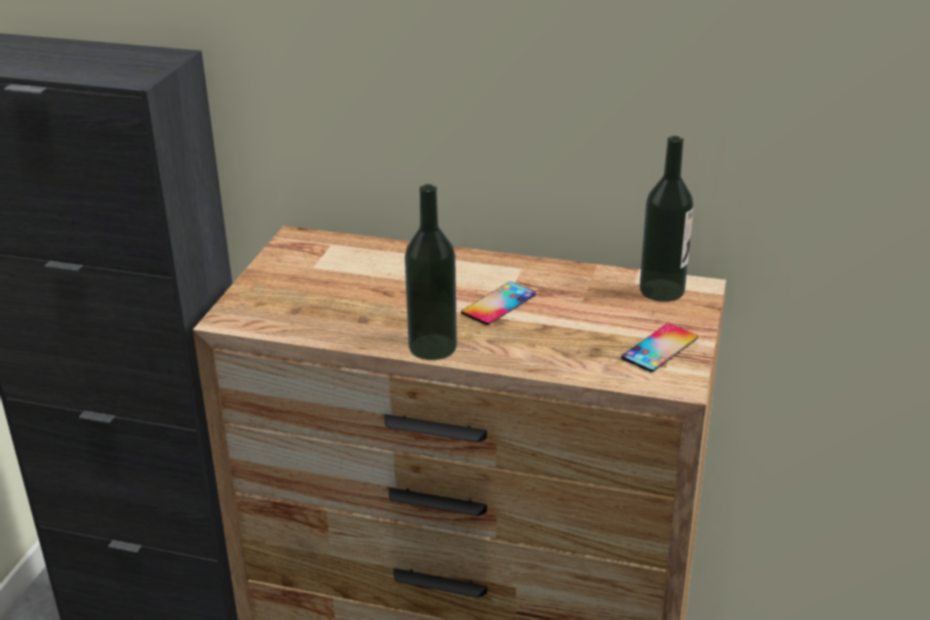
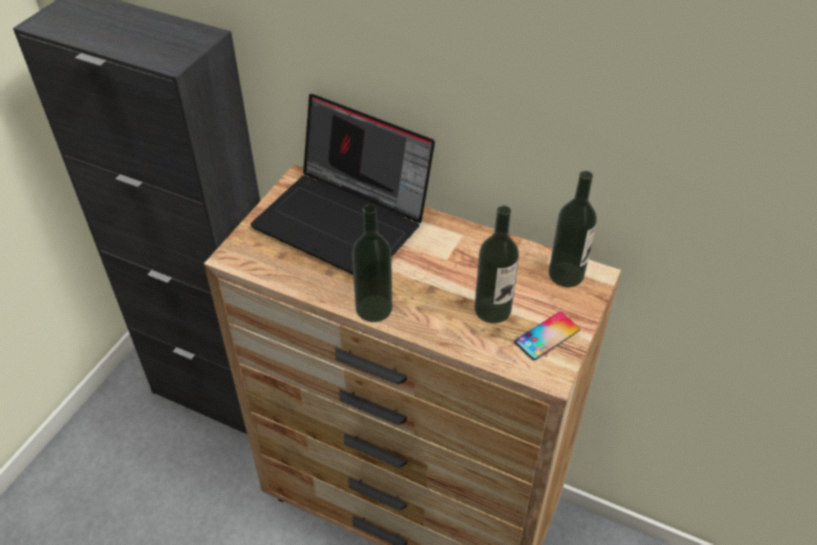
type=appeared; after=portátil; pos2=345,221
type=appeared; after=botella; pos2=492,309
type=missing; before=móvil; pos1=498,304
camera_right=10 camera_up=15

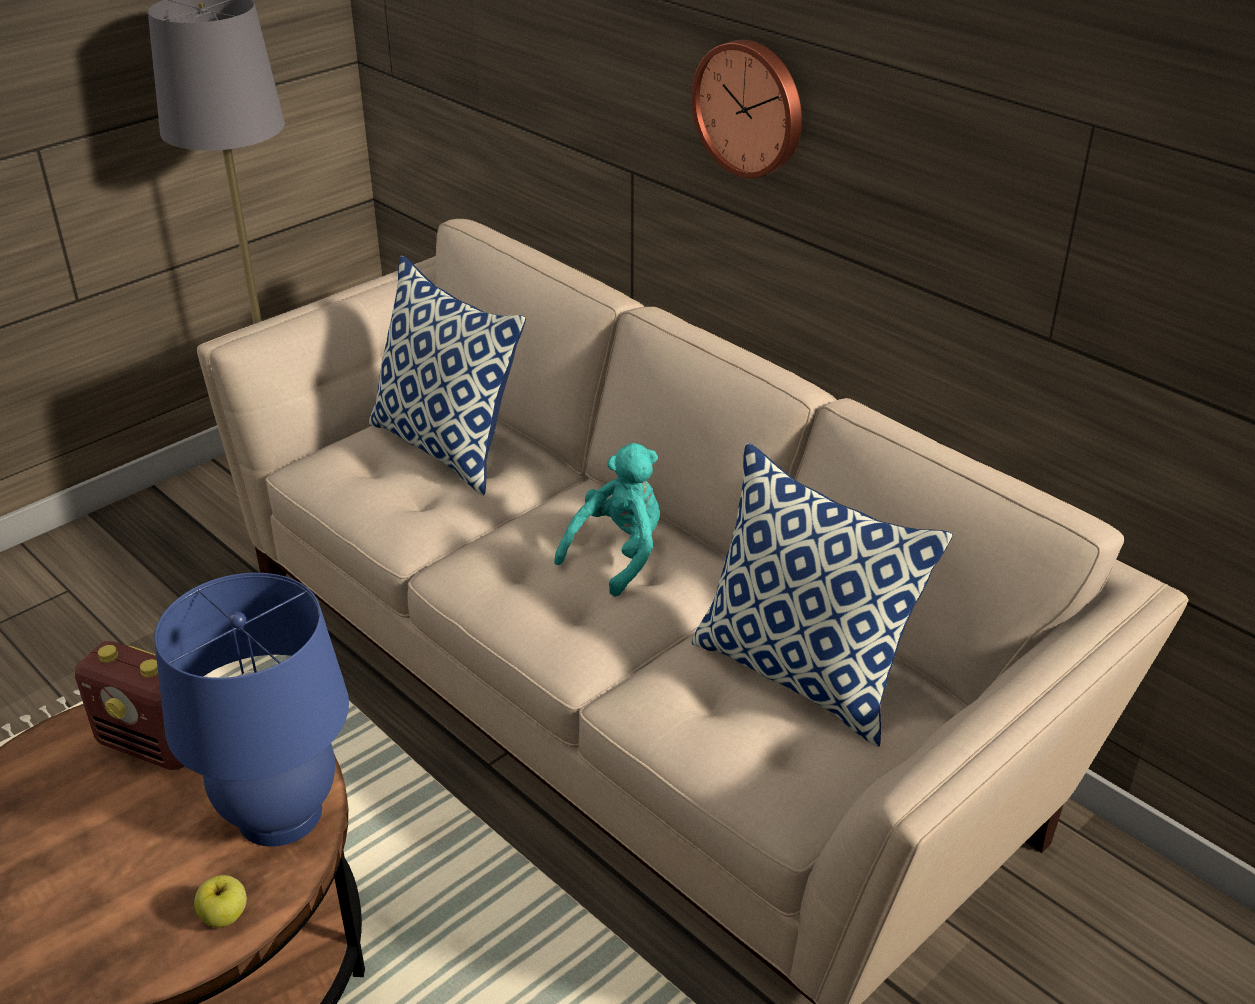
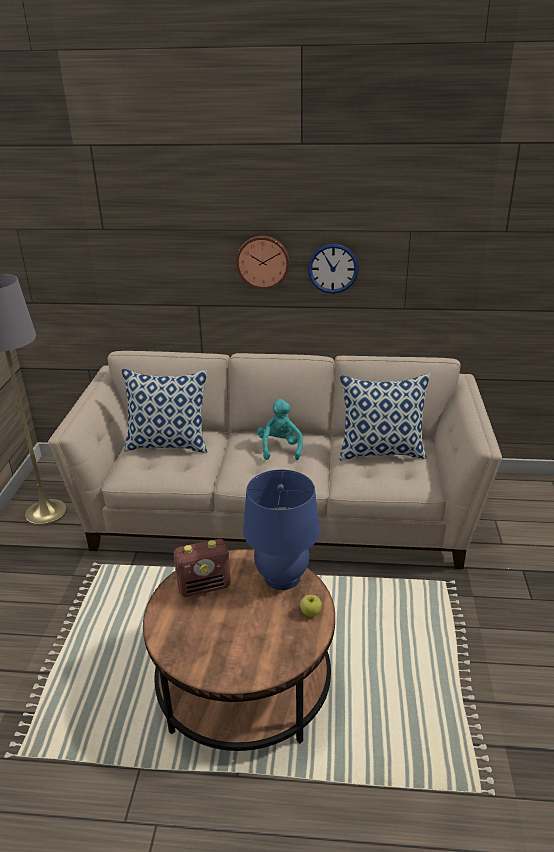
type=appeared; after=reloj de pared; pos2=333,268
camera_right=-40 camera_up=-5

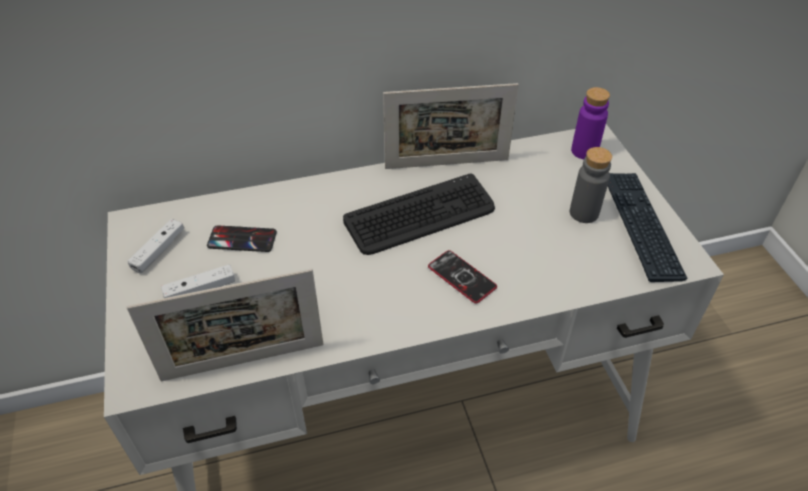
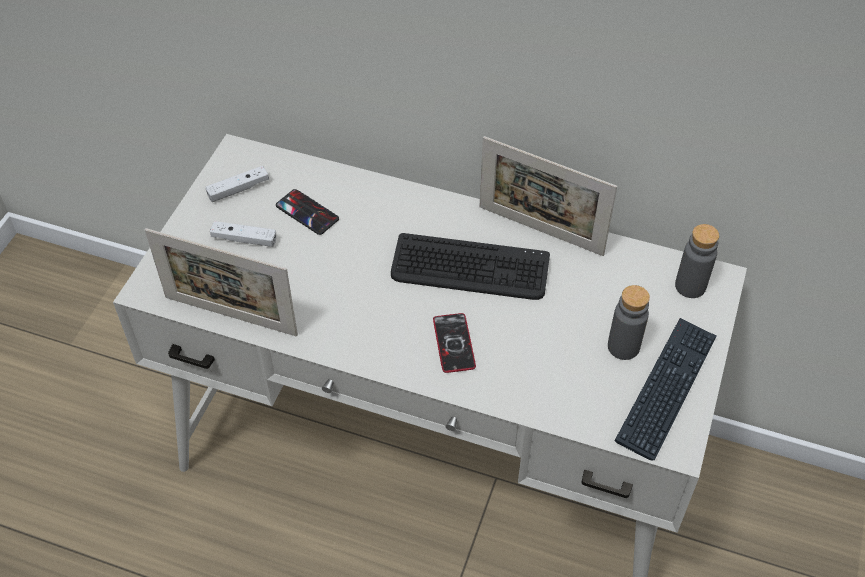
type=colour; before=botella [morado]; after=botella [gris]; pos1=584,151; pos2=690,286
camera_right=35 camera_up=5

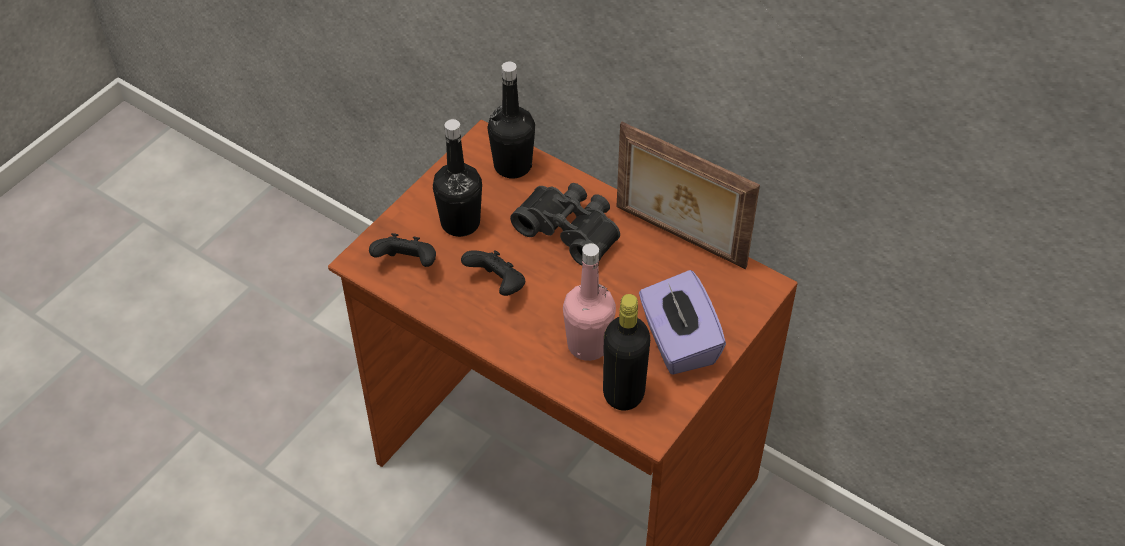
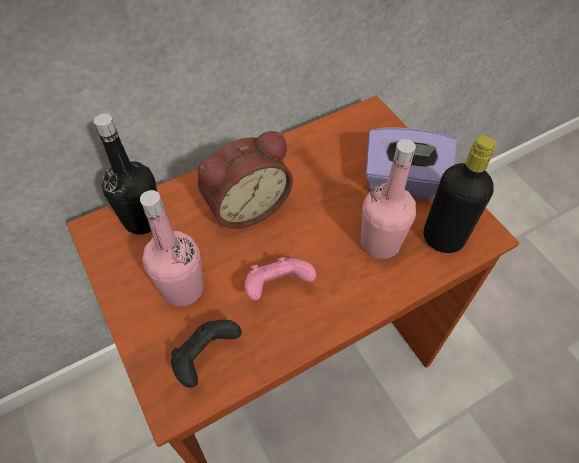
type=colour; before=botella [negro]; after=botella [rosa]; pos1=460,223; pos2=182,288
type=exchanged; before=prismáticos [negro]; after=despertador; pos1=571,229; pos2=246,206
type=colour; before=mando de consola [negro]; after=mando de consola [rosa]; pos1=497,285; pos2=277,286
type=missing; before=portarretratos; pos1=679,238
camera_right=-65 camera_up=5

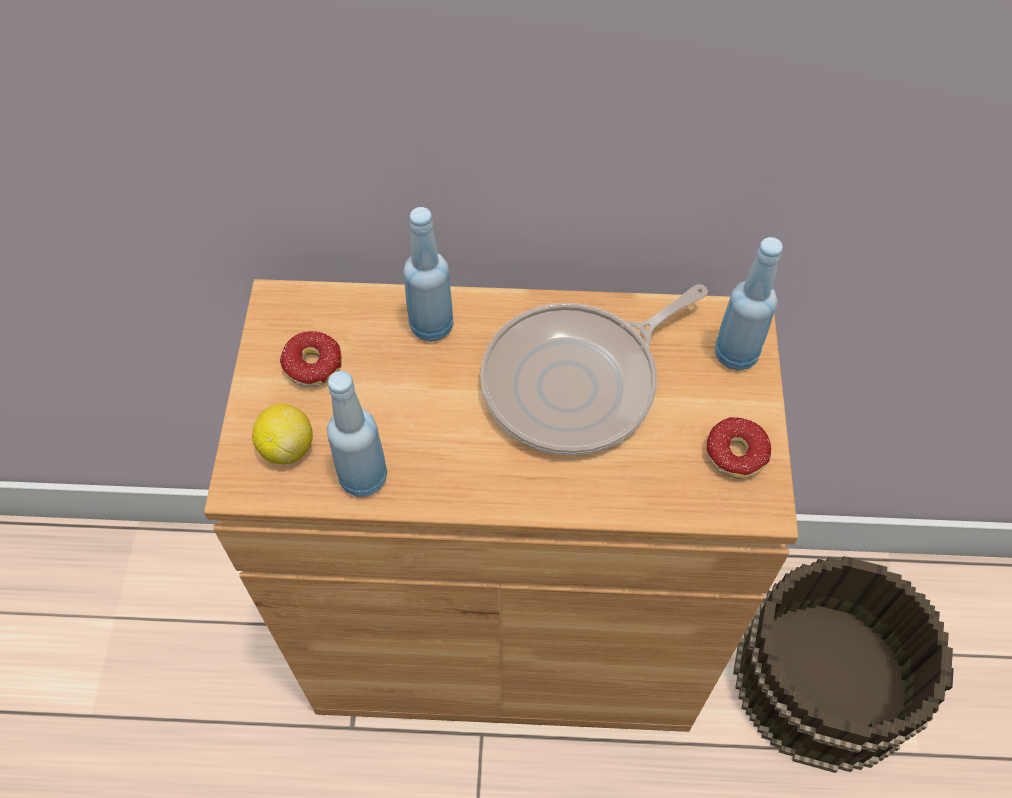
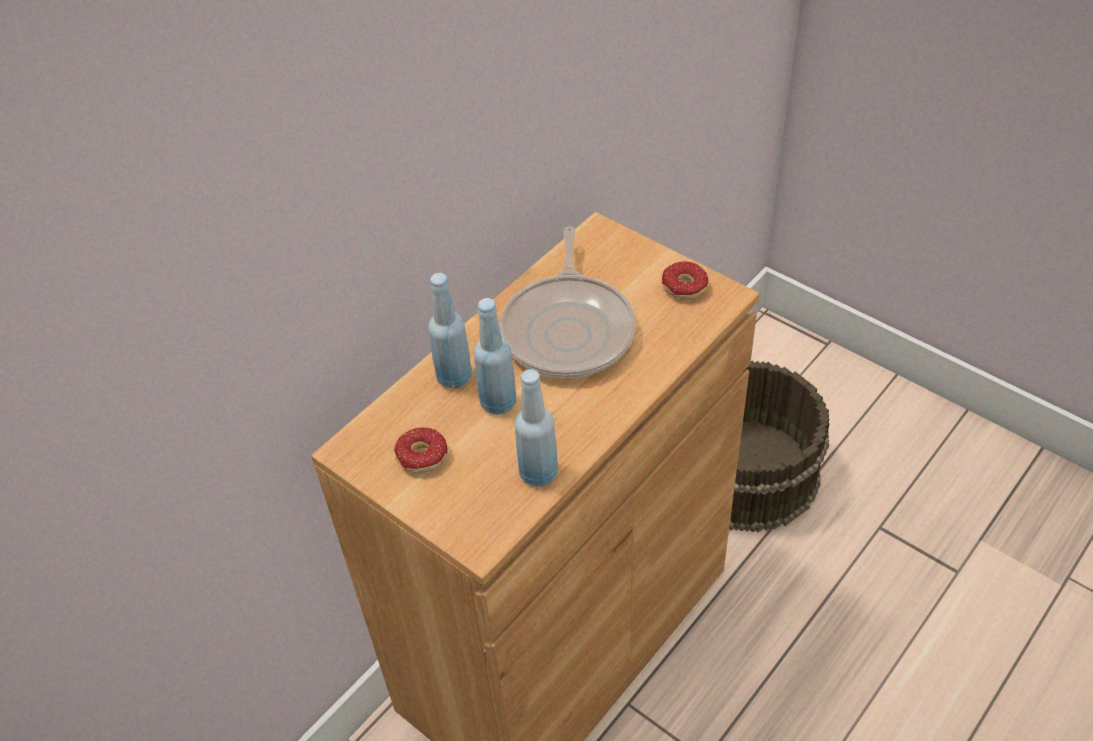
type=relocated; before=botella [azul]; pos1=736,354; pos2=498,402
type=missing; before=limón; pos1=287,447
camera_right=-50 camera_up=-10

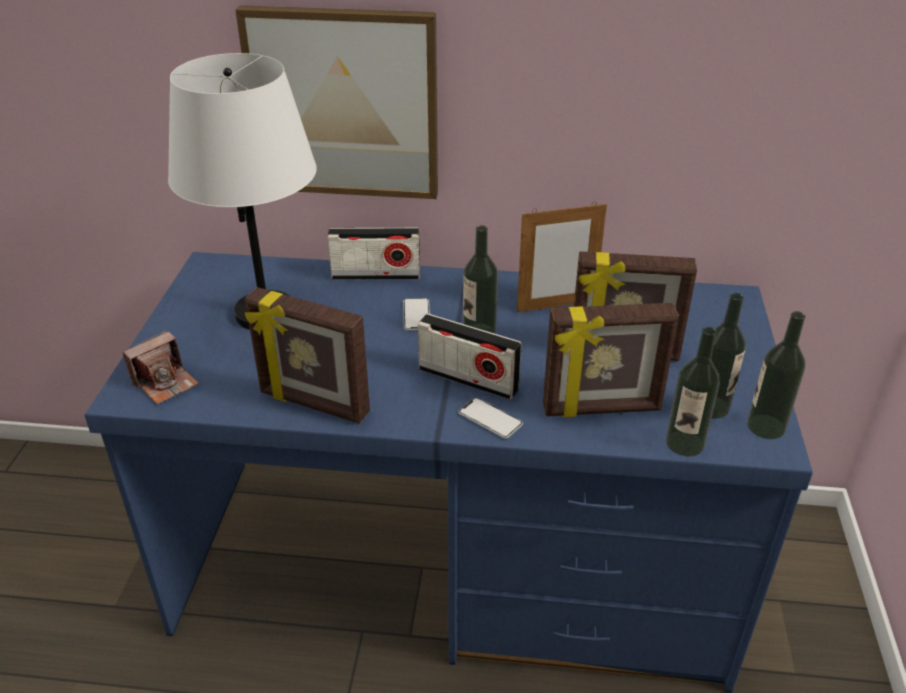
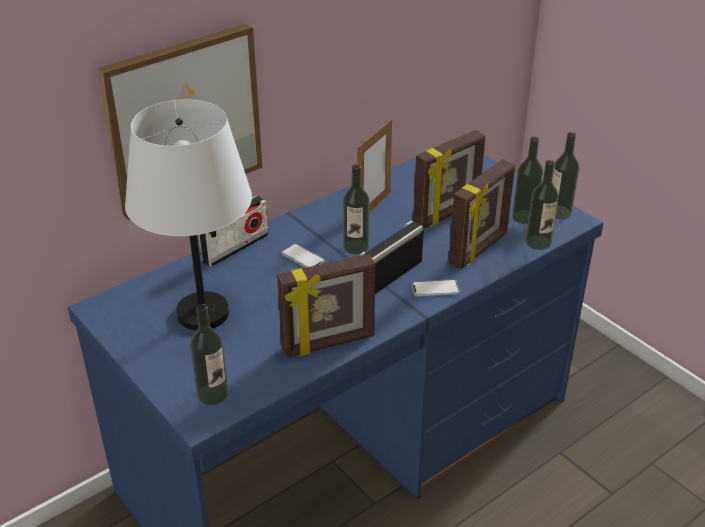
type=exchanged; before=cámara; after=botella; pos1=165,383; pos2=212,394
type=spun; before=radio; pos1=468,379; pos2=391,275; turn=150
camera_right=-45 camera_up=0

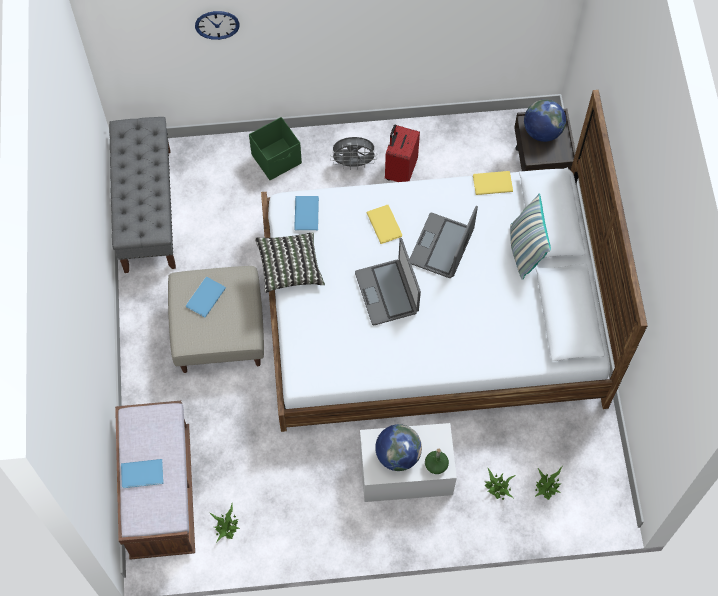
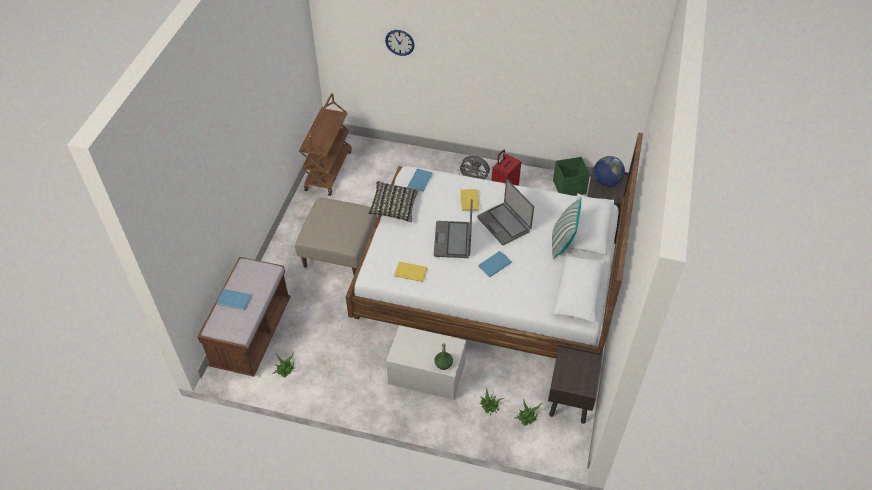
type=exchanged; before=banco [gris]; after=carrito [marrón]; pos1=147,209; pos2=328,170
type=relocated; before=libro [amarillo]; pos1=491,182; pos2=410,271
type=spun; before=portátil; pos1=442,246; pos2=504,224; turn=-75
type=relocated; before=libro [azul]; pos1=204,297; pos2=493,264
type=appeared; after=mesita de noche [marrón]; pos2=570,399
type=relocated; before=caja de almacenaje [verde]; pos1=277,159; pos2=569,187
type=missing; before=globo terráqueo; pos1=397,455
camera_right=20 camera_up=-15

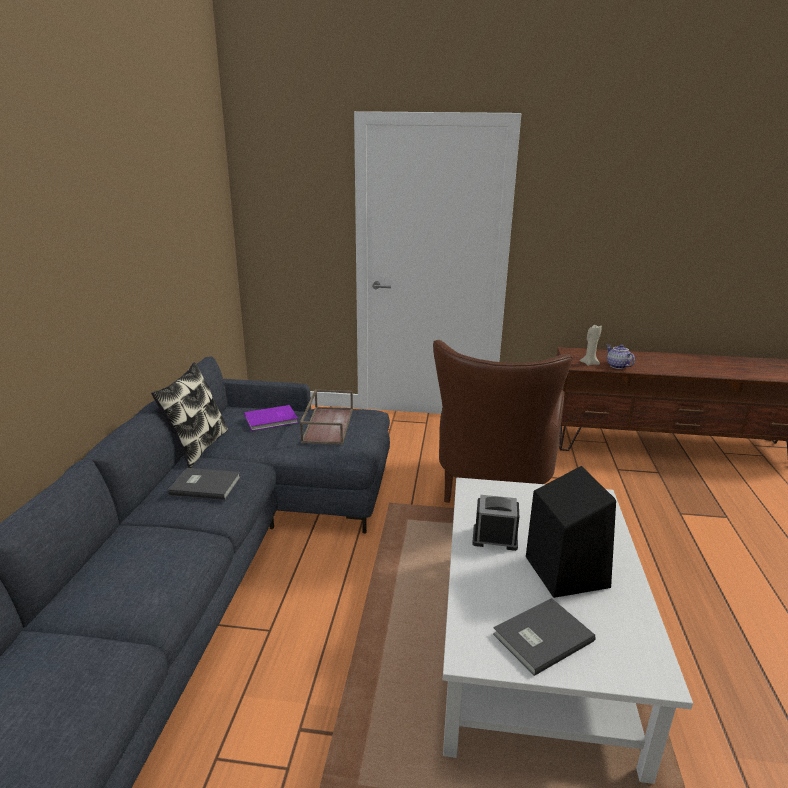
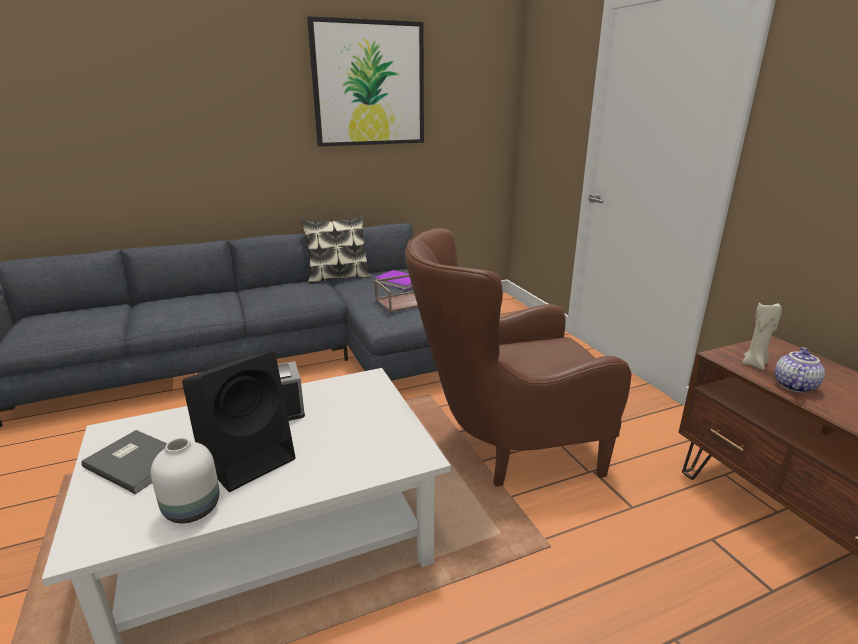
type=appeared; after=florero [blanco]; pos2=193,507
type=appeared; after=cuadro; pos2=369,84
type=missing; before=libro [gris]; pos1=205,485
camera_right=60 camera_up=0

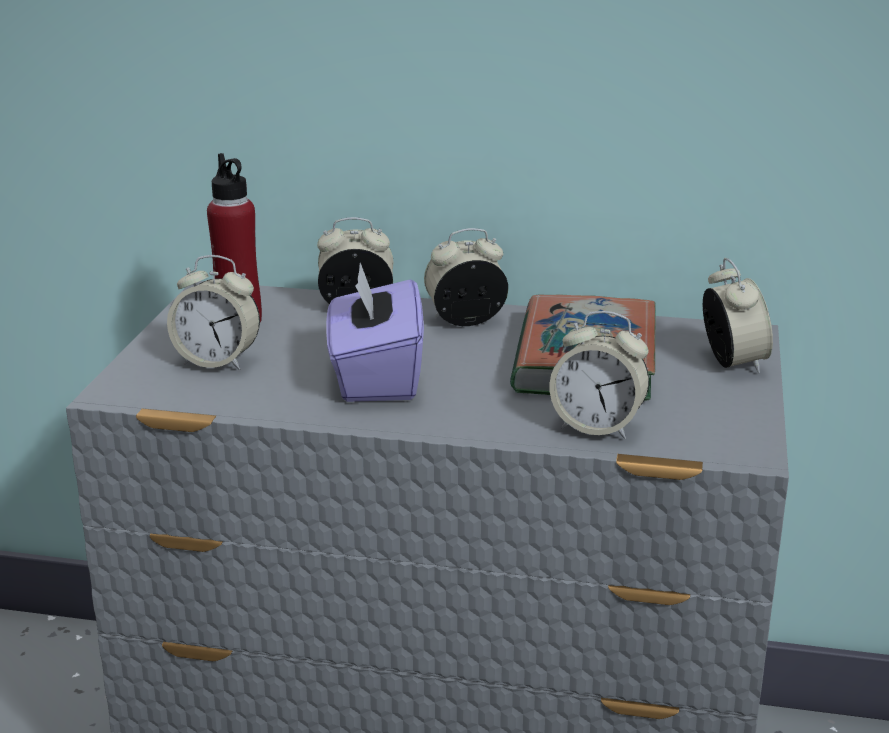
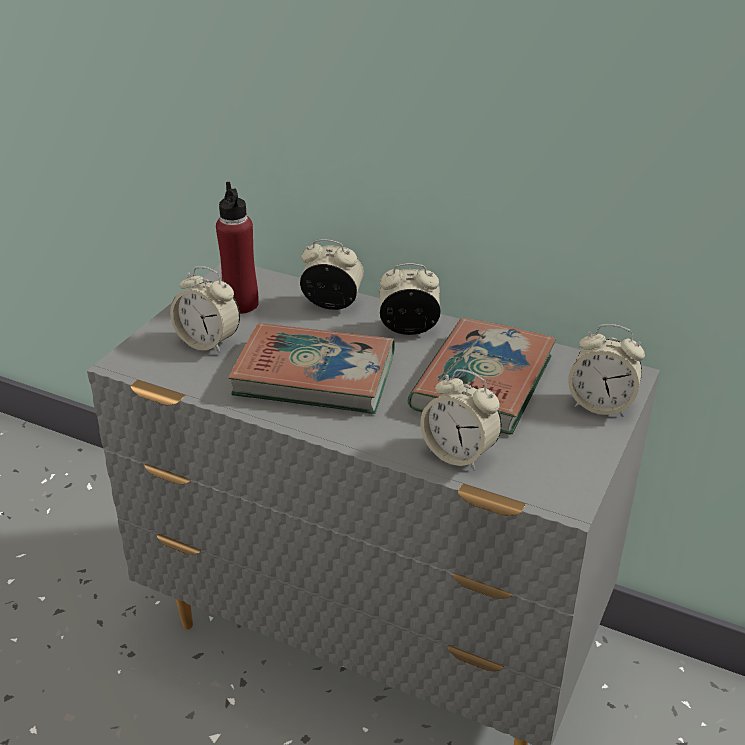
type=exchanged; before=caja de pañuelos [morado]; after=libro; pos1=375,377; pos2=315,376
type=spun; before=despertador; pos1=732,362; pos2=600,405; turn=105
camera_right=15 camera_up=10

